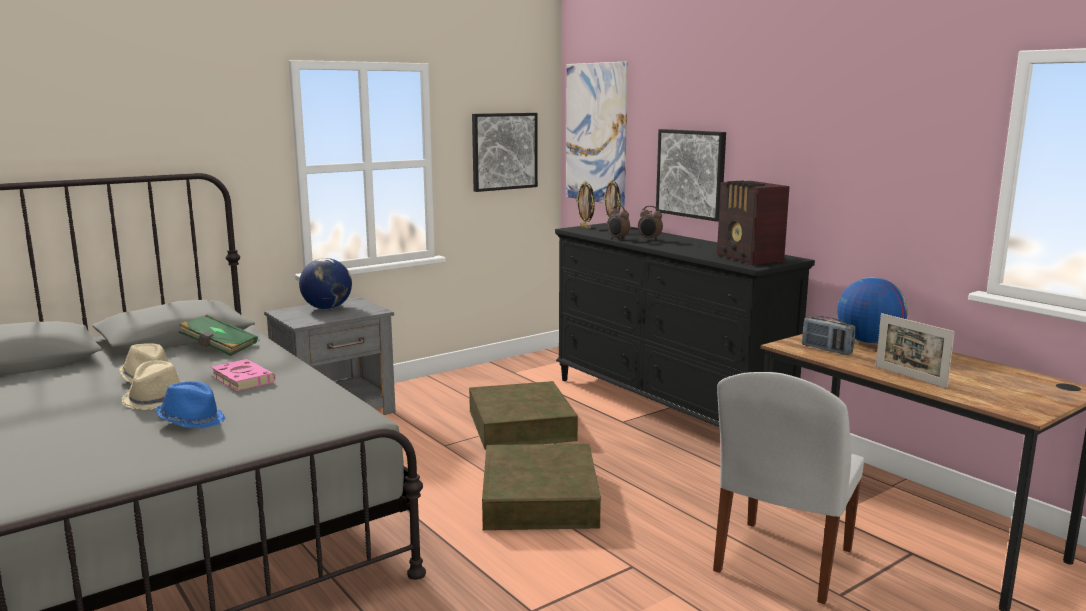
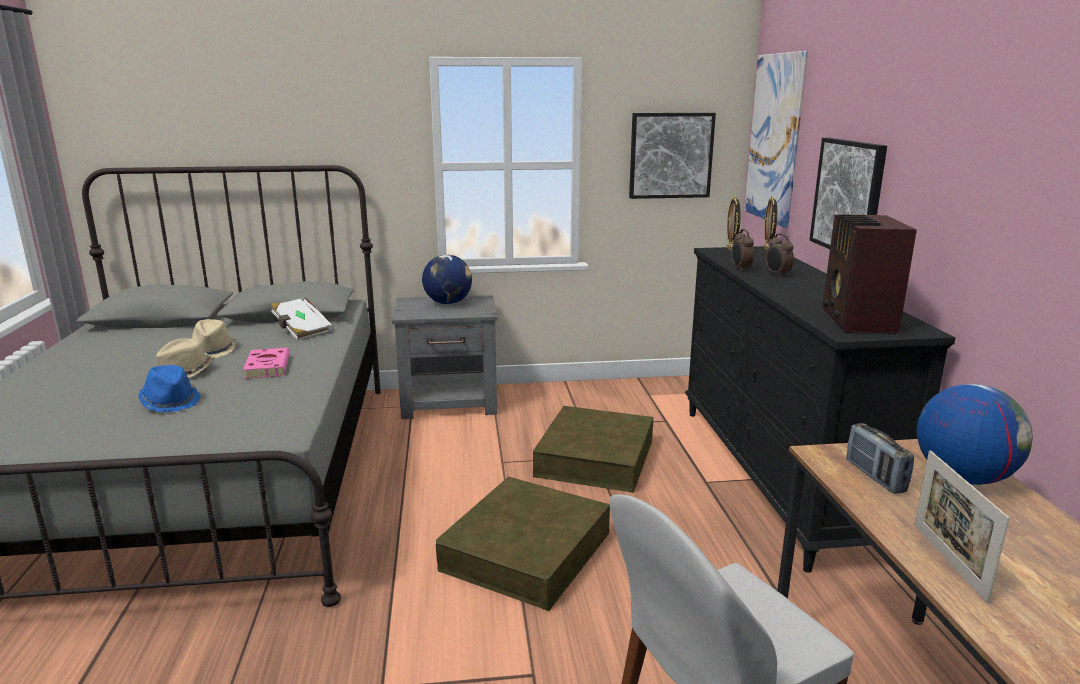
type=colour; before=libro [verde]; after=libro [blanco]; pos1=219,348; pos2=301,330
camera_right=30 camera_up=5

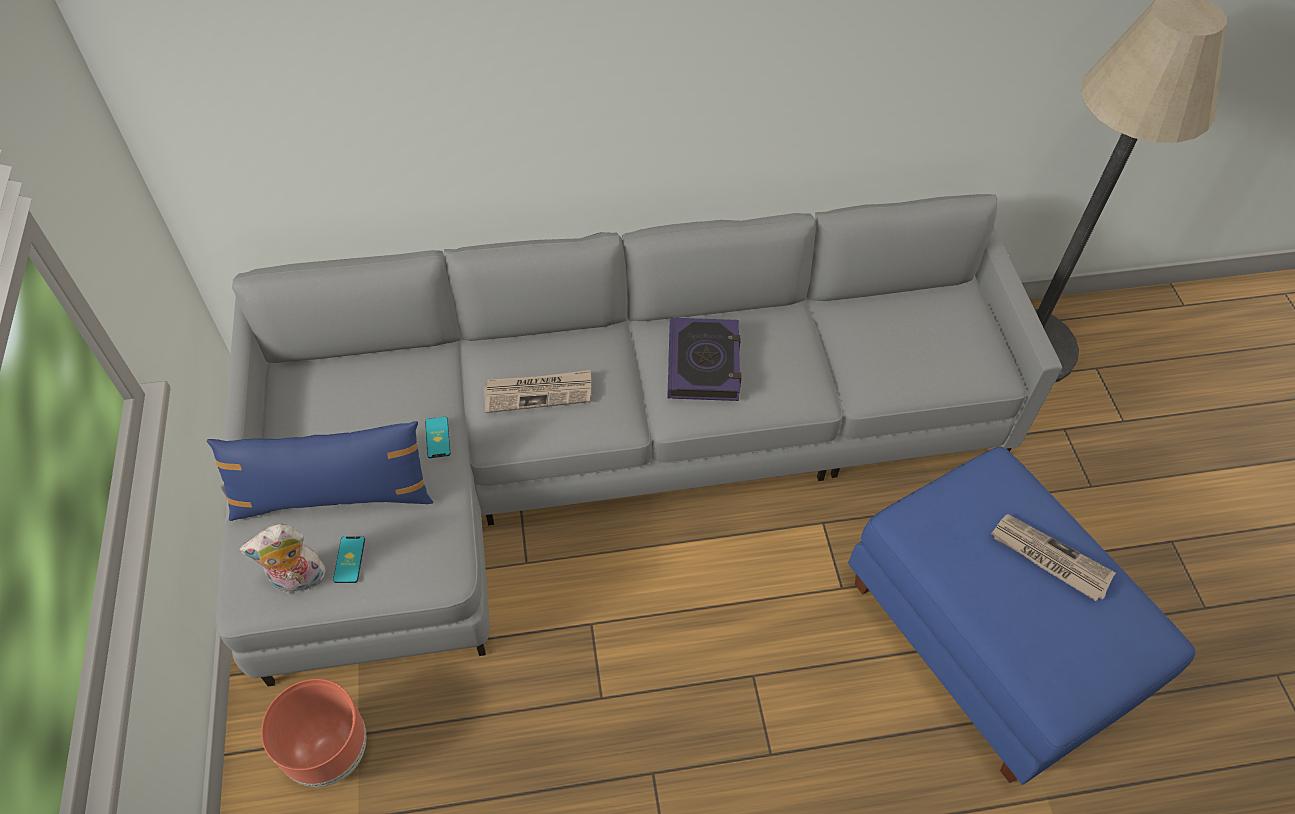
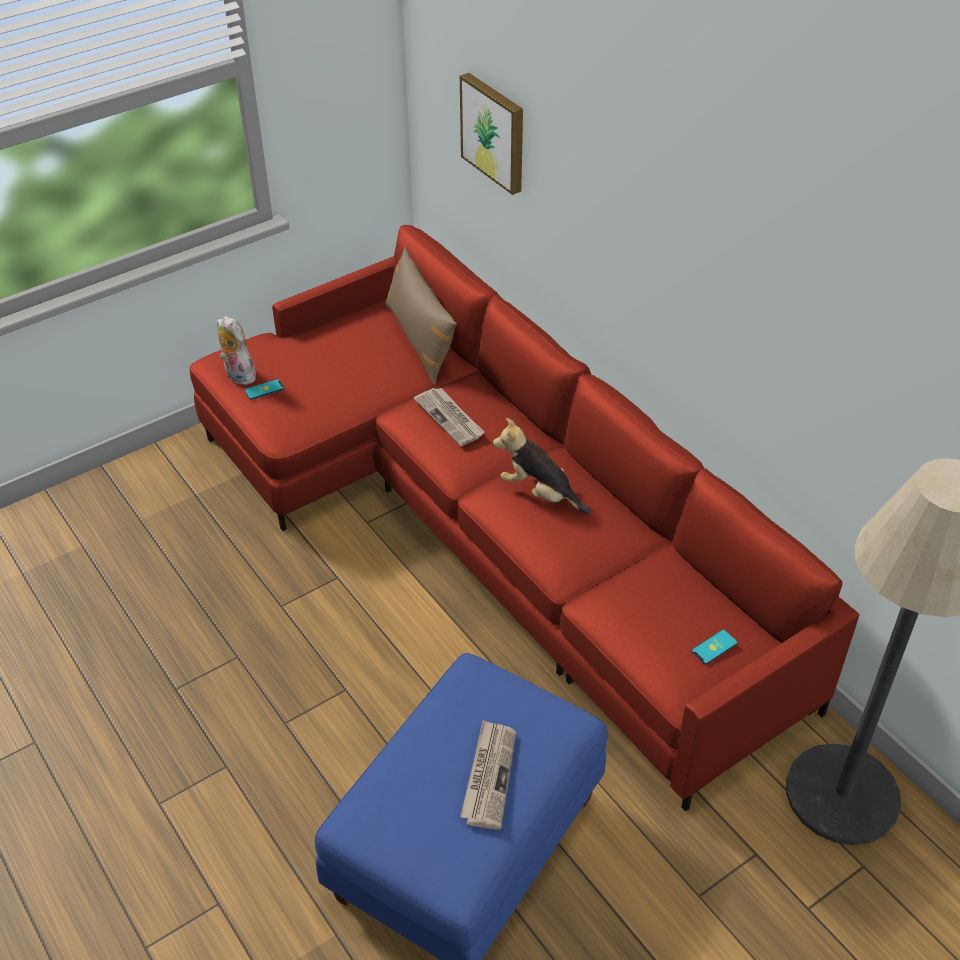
type=colour; before=sofá [gris]; after=sofá [rojo]; pos1=603,454; pos2=489,527
type=appeared; after=cojín [marrón]; pos2=420,340
type=appeared; after=cuadro; pos2=495,132
type=exchanged; before=libro; after=peluche; pos1=703,364; pos2=540,493
type=relocated; before=móvil; pos1=437,437; pos2=714,647
type=missing; before=cojín [azul]; pos1=333,496
type=missing; before=maceta [marrón]; pos1=330,751
camera_right=65 camera_up=-10

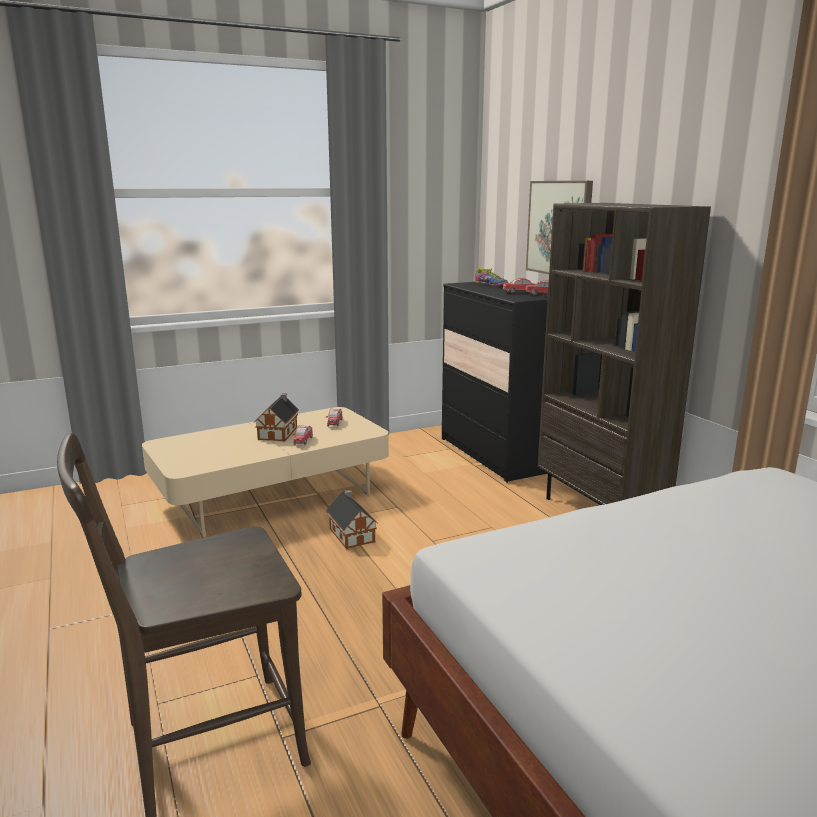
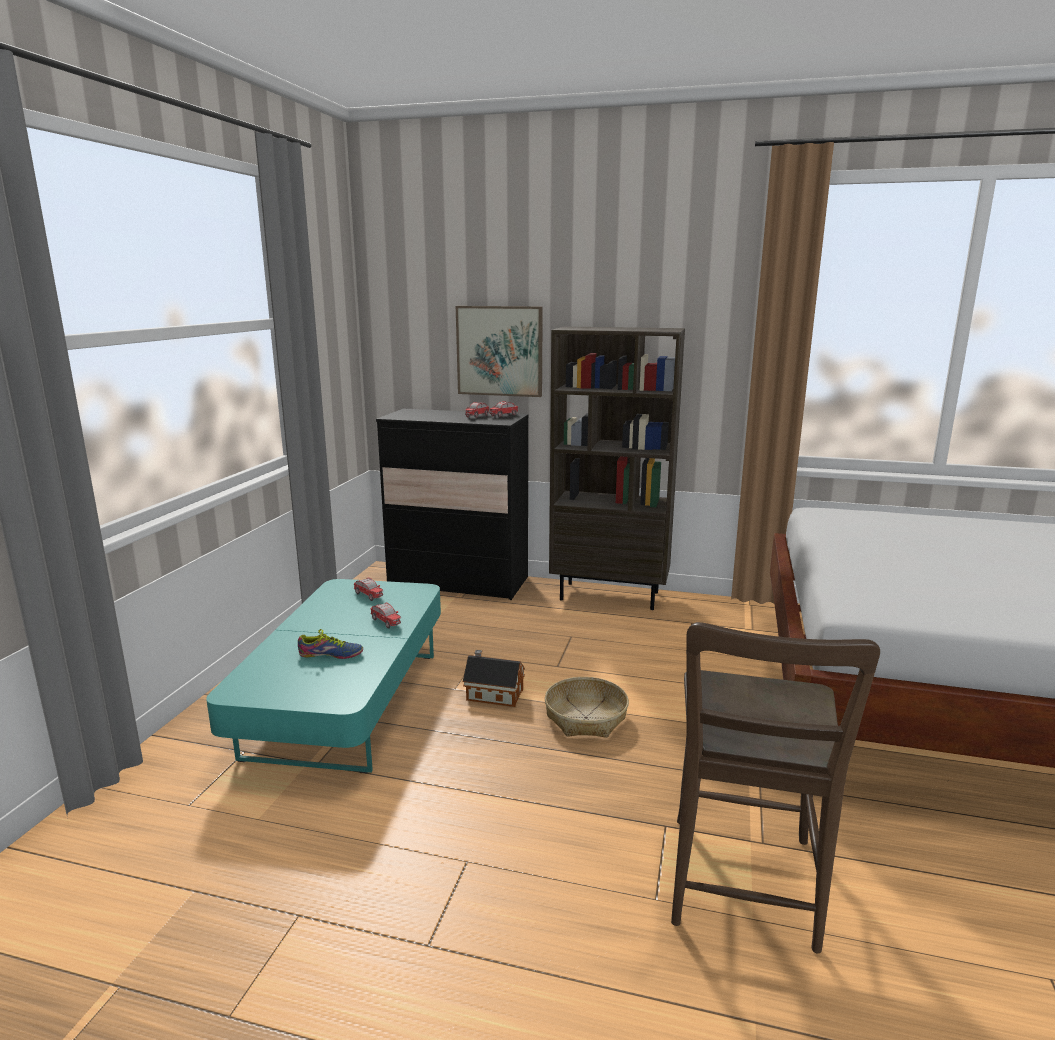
type=colour; before=mesa de centro [beis]; after=mesa de centro [turquesa]; pos1=271,495; pos2=346,703
type=relocated; before=zapato; pos1=490,284; pos2=330,655
type=appeared; after=cesta; pos2=585,718
type=missing; before=casita; pos1=279,432
camera_right=-50 camera_up=0

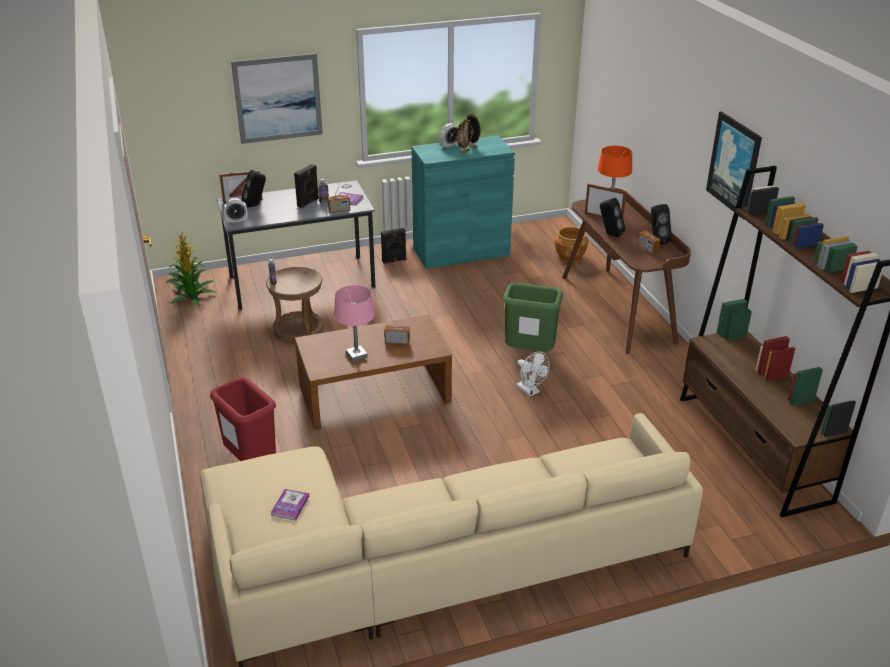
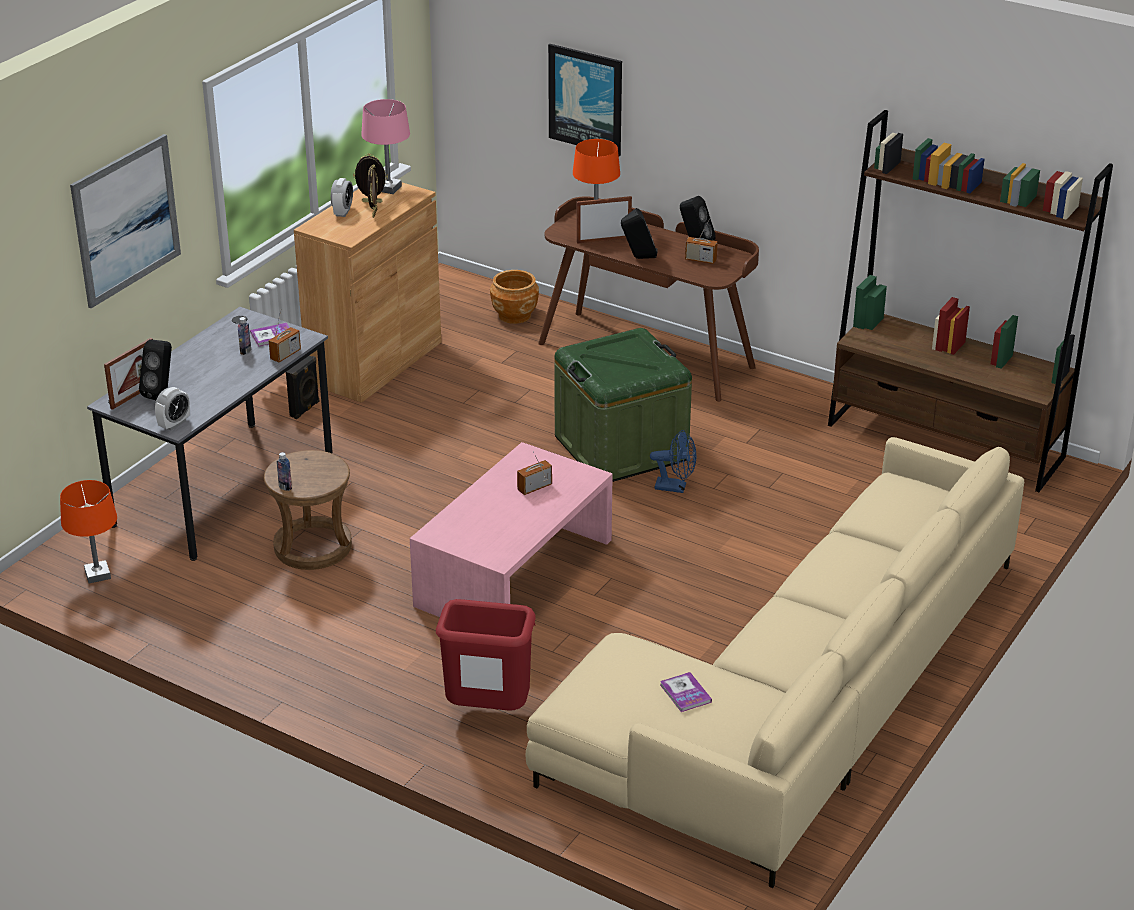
type=exchanged; before=planta en maceta; after=lámpara de mesa [naranja]; pos1=192,296; pos2=97,574
type=colour; before=armario [turquesa]; after=armario [marrón]; pos1=461,252; pos2=374,362
type=relocated; before=lámpara de mesa [rosa]; pos1=357,356; pos2=388,188
type=colour; before=mesa de centro [marrón]; after=mesa de centro [rosa]; pos1=374,394; pos2=515,573
type=relocated; before=cuadro; pos1=734,164; pos2=586,99
type=exchanged; before=papelera [verde]; after=caja de almacenaje [verde]; pos1=529,354; pos2=621,448
type=colour; before=ventilador [blanco]; after=ventilador [azul]; pos1=530,391; pos2=675,487
type=missing; before=altavoz [negro]; pos1=308,202
camera_right=-40 camera_up=0

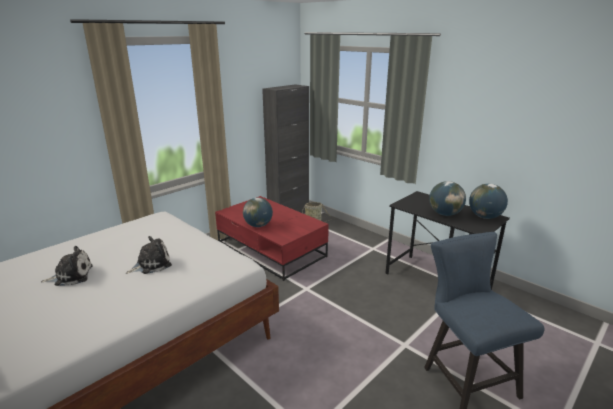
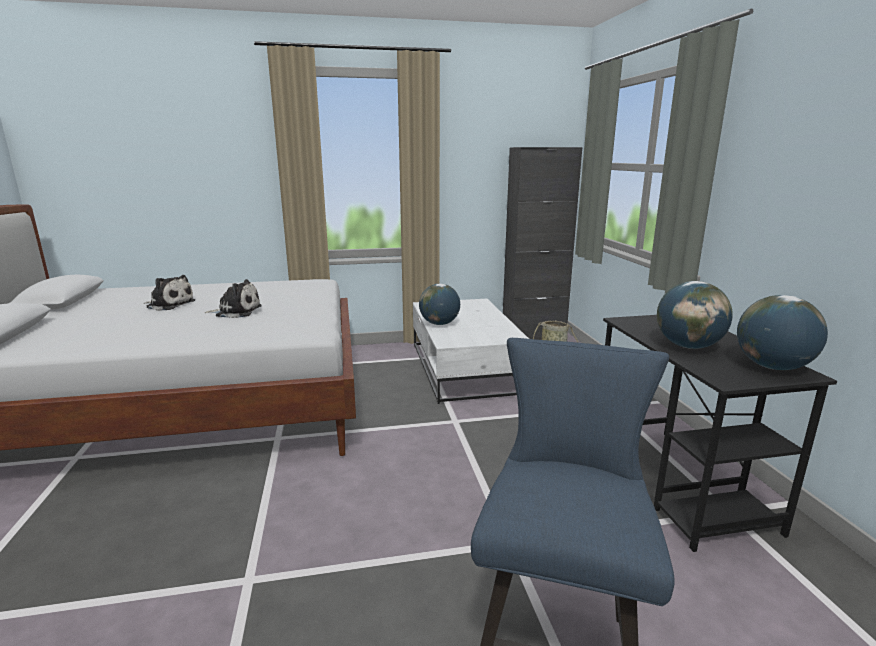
type=colour; before=mesa de centro [rojo]; after=mesa de centro [blanco]; pos1=272,250; pos2=465,368
camera_right=35 camera_up=-5

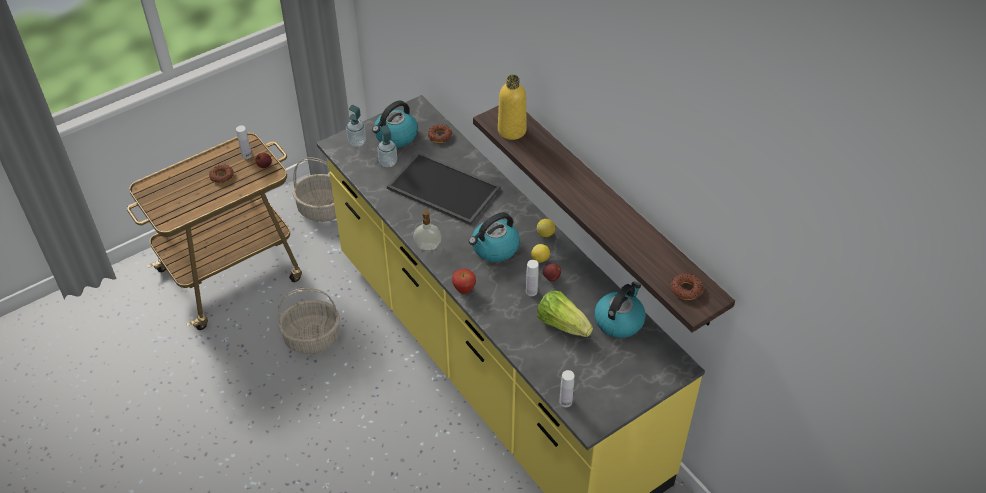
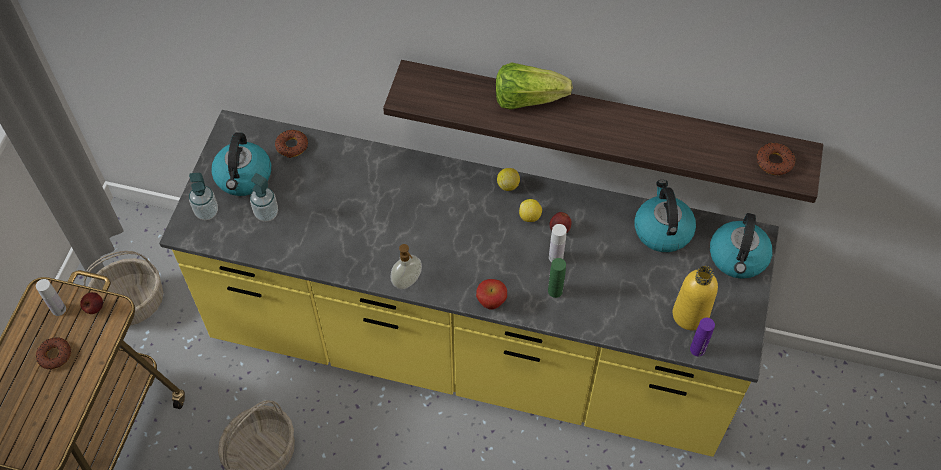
type=relocated; before=lechuga; pos1=562,324; pos2=527,99
type=appeared; after=botella [verde]; pos2=555,291
type=relocated; before=botella [amarillo]; pos1=512,130; pos2=690,315
type=colour; before=botella [blanco]; after=botella [morado]; pos1=565,402; pos2=697,349
type=relocated; before=hervidor; pos1=494,248; pos2=738,258
type=missing; before=bandeja; pos1=441,189
camera_right=-40 camera_up=10

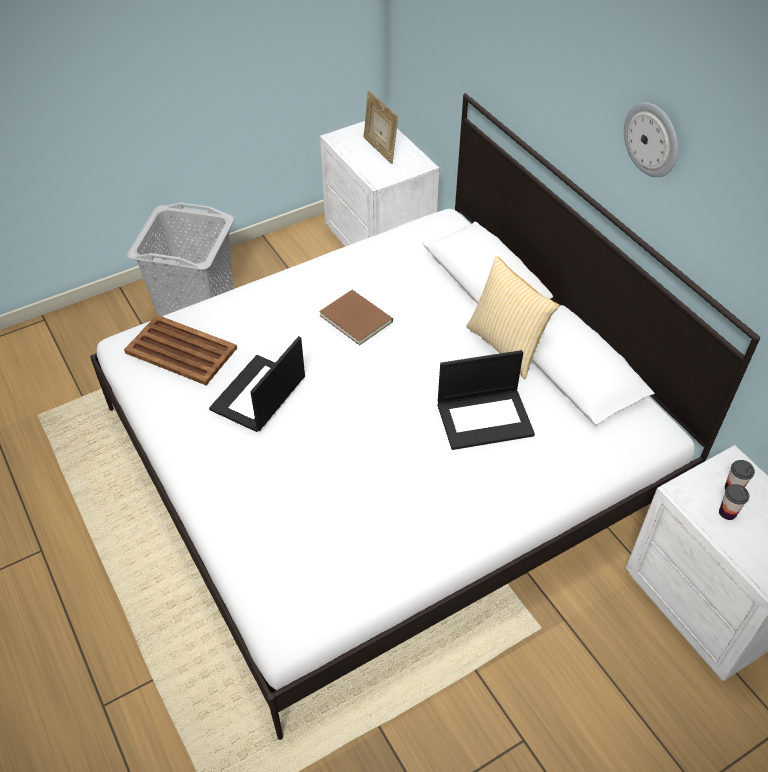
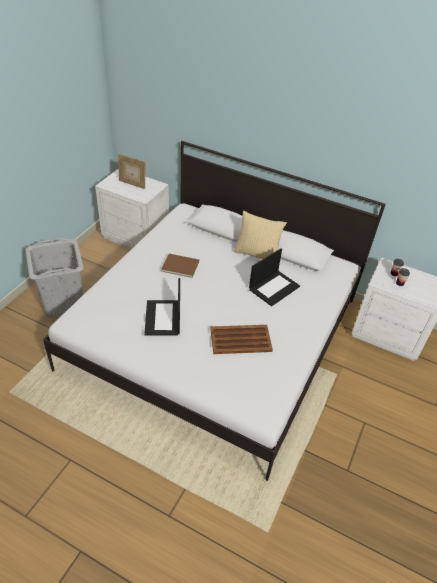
type=relocated; before=bandeja [marrón]; pos1=180,350; pos2=240,340
type=missing; before=reloj de pared; pos1=652,139
camera_right=-35 camera_up=-5

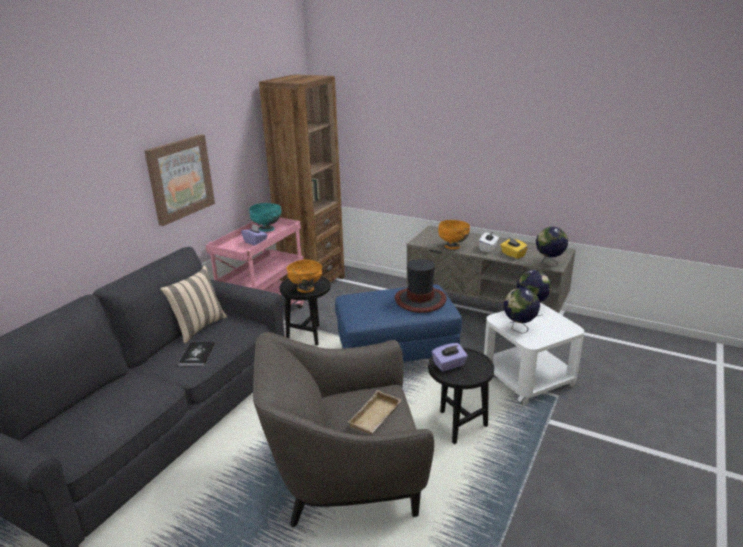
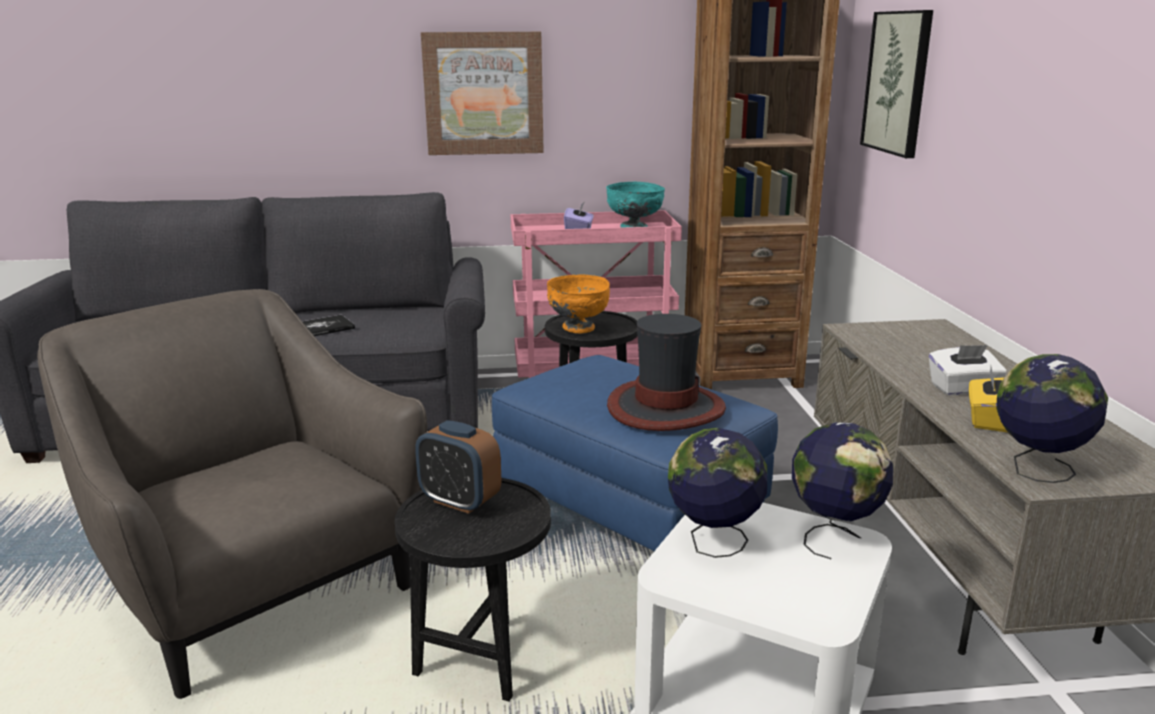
type=exchanged; before=caja de pañuelos [morado]; after=despertador; pos1=449,365; pos2=460,501
type=appeared; after=cuadro; pos2=898,82
type=missing; before=cojín [beis]; pos1=198,327
type=missing; before=bandeja [beis]; pos1=376,417
type=missing; before=cuenco [naranja]; pos1=453,247
camera_right=55 camera_up=-5

